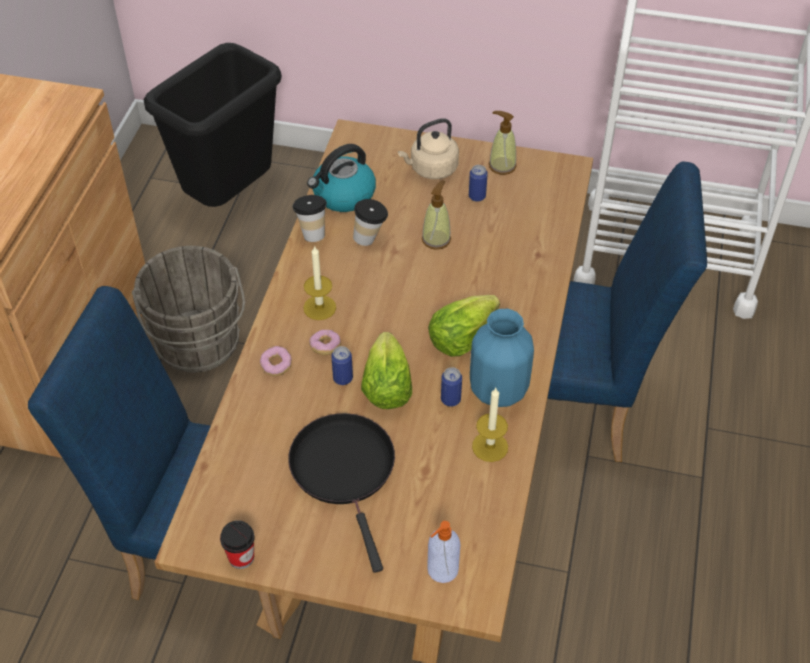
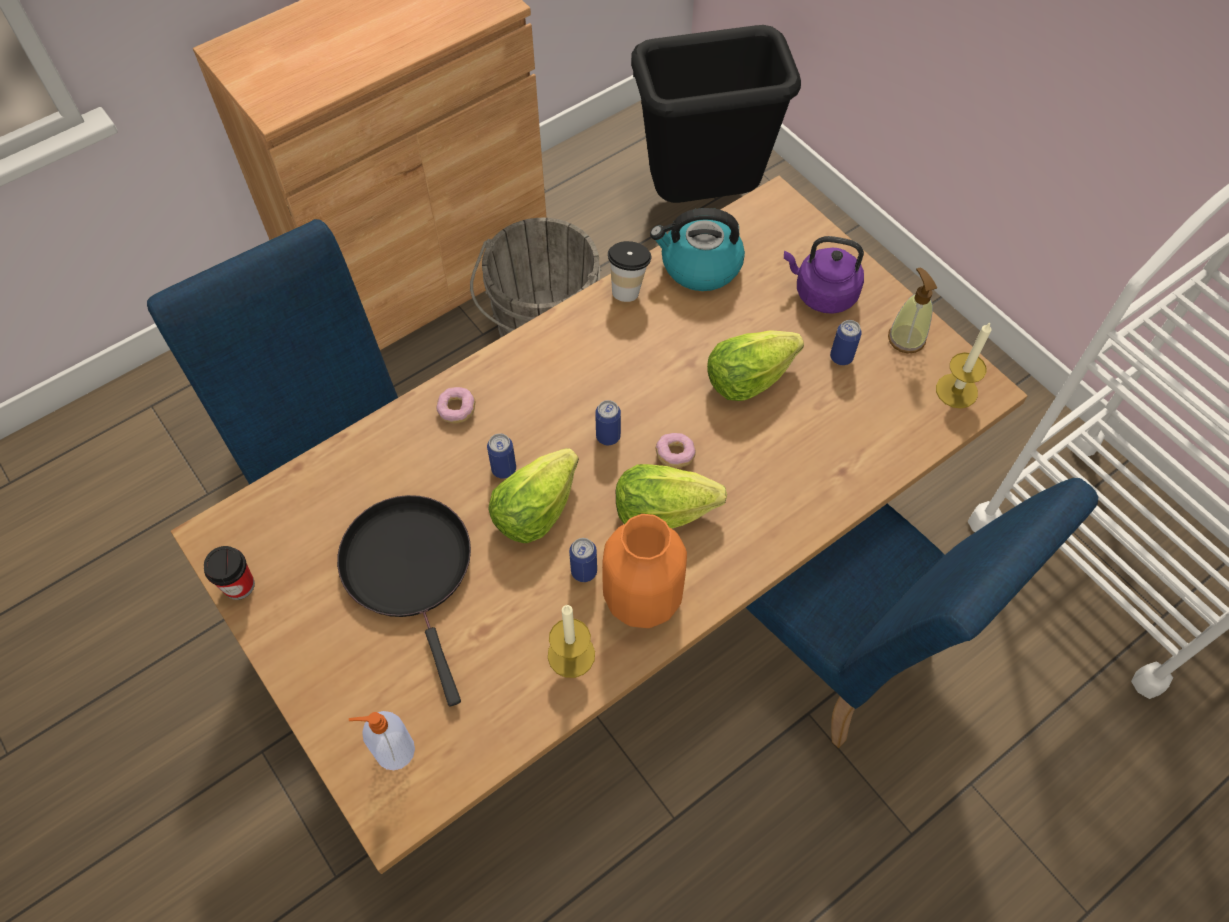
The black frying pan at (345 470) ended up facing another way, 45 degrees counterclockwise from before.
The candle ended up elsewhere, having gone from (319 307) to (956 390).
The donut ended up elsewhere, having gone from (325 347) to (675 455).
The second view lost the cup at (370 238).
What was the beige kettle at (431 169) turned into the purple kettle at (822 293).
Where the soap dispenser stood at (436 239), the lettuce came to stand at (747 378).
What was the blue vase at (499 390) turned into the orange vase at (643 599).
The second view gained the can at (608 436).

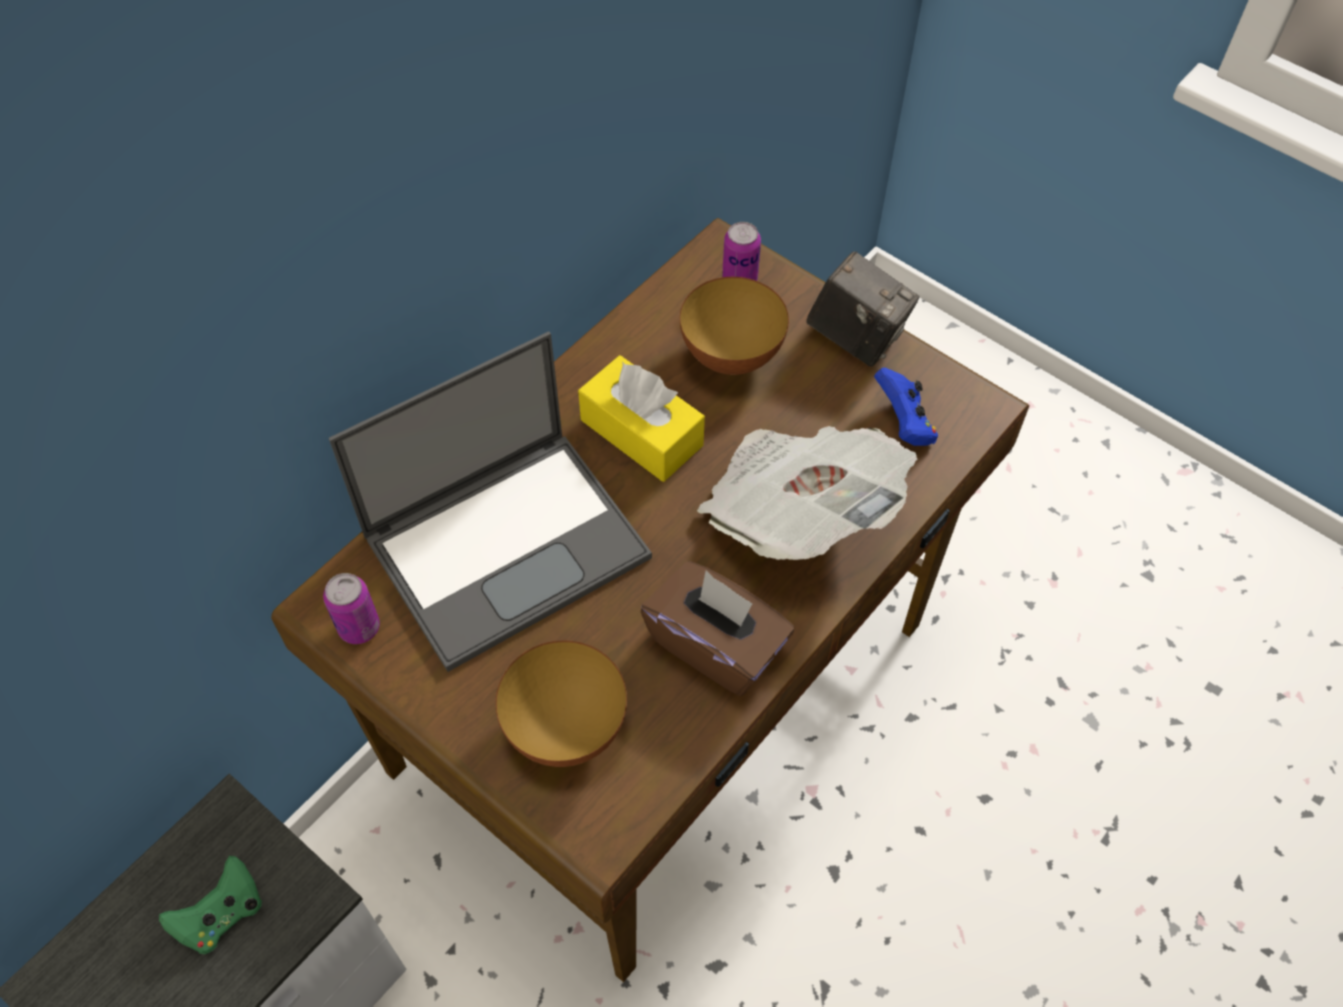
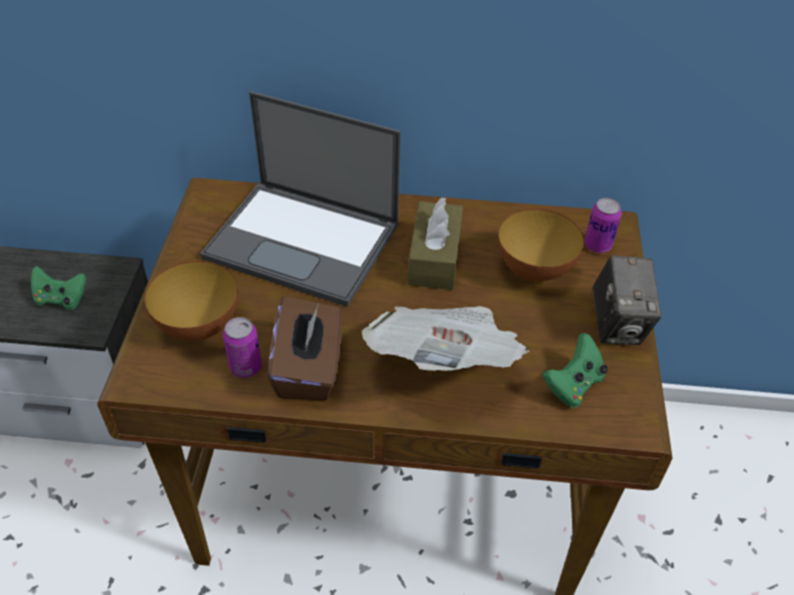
The can ended up elsewhere, having gone from (359 627) to (246 367).
What was the yellow tissue box at (641 432) turned into the brown tissue box at (434 258).
What was the blue game controller at (904 424) turned into the green game controller at (573 385).

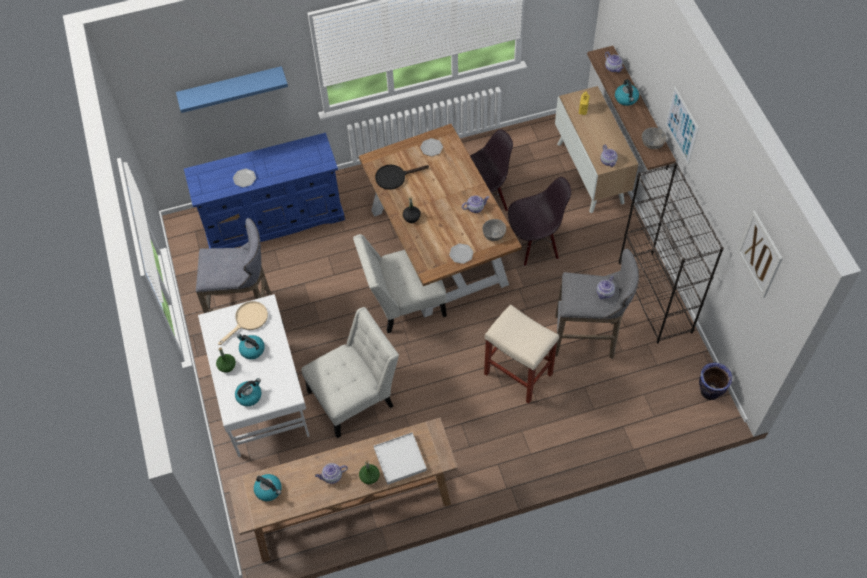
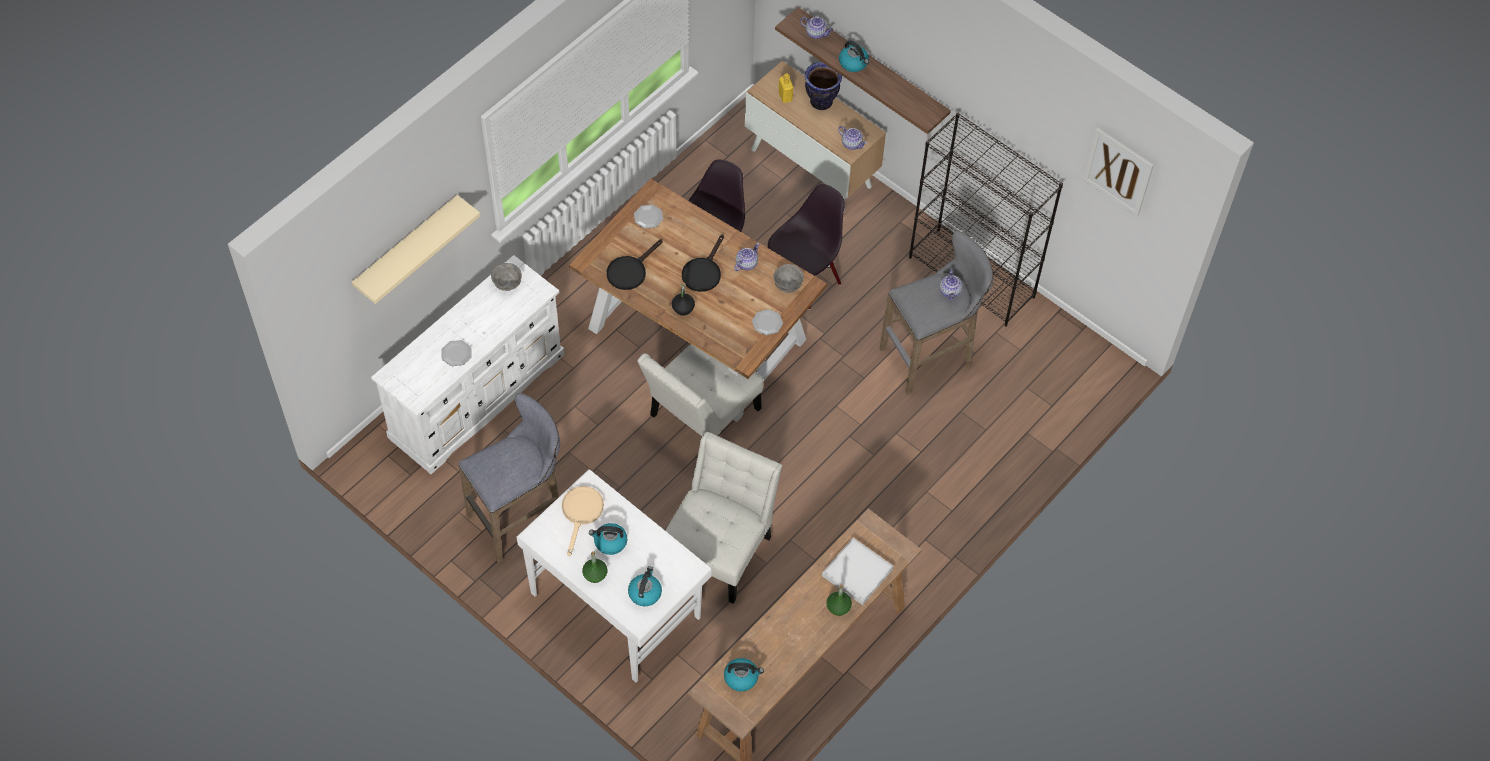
What was the blue shelf at (231 88) turned into the beige shelf at (407 248).
What was the blue dresser at (274 219) turned into the white dresser at (477 395).
The second view lost the teapot at (332 476).
The second view lost the beige stool at (517 373).
The grey bowl ended up elsewhere, having gone from (652 143) to (507 283).
The second view lost the picture at (681 125).
The vase ended up elsewhere, having gone from (709 391) to (820 102).
The second view gained the black frying pan at (703 271).

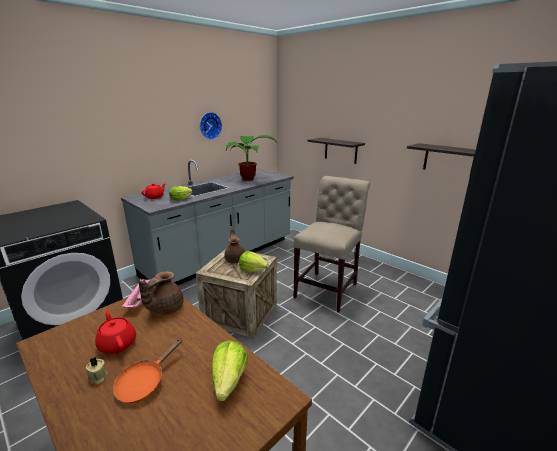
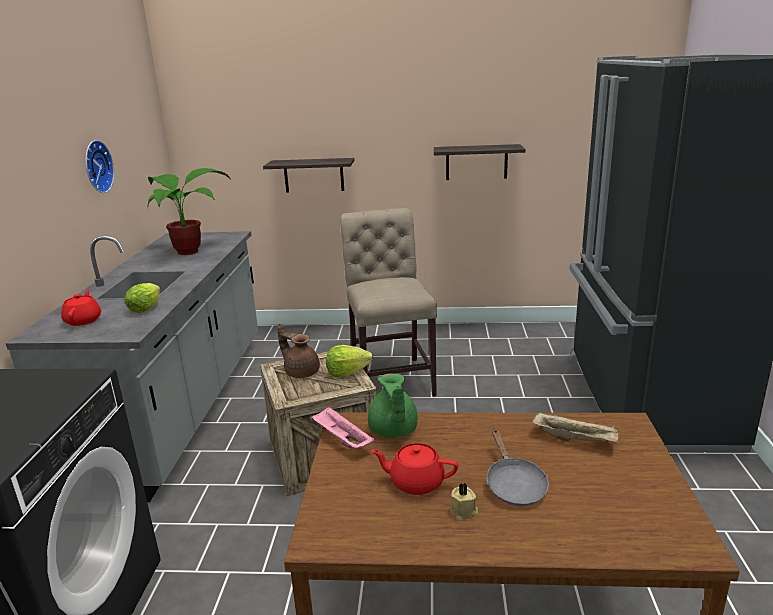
What was the orange frying pan at (144 382) turned into the grey frying pan at (513 485).
What was the brown teapot at (165 309) turned into the green teapot at (393 431).
Where the lettuce stood at (229 381), the beige tray came to stand at (575 439).

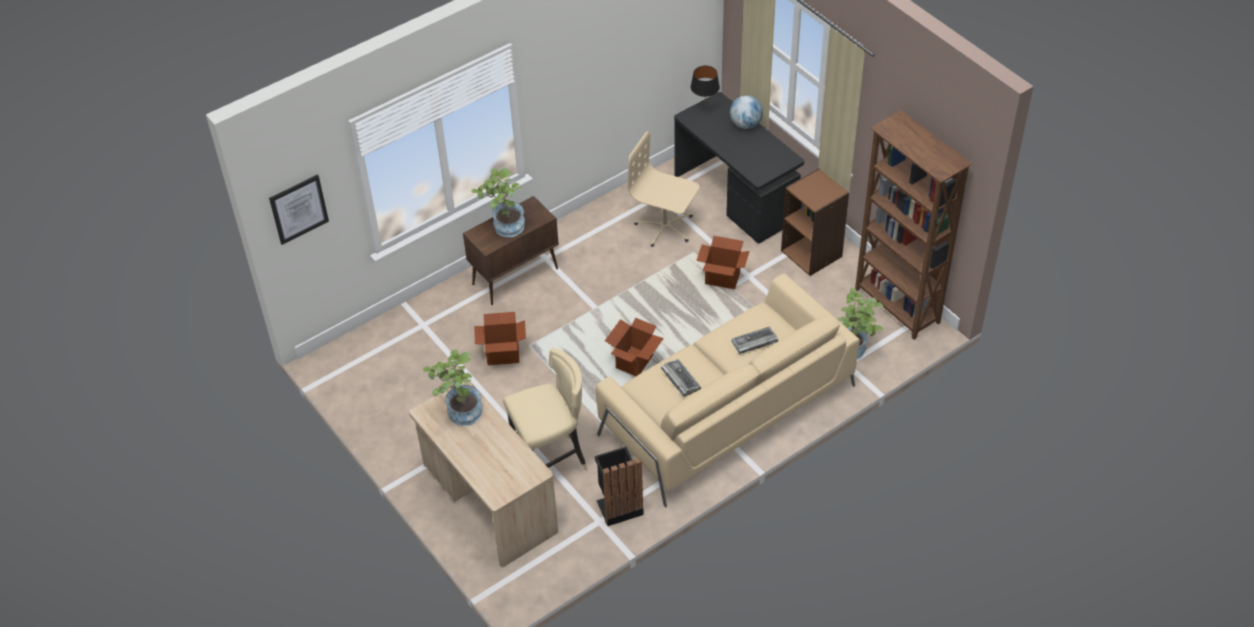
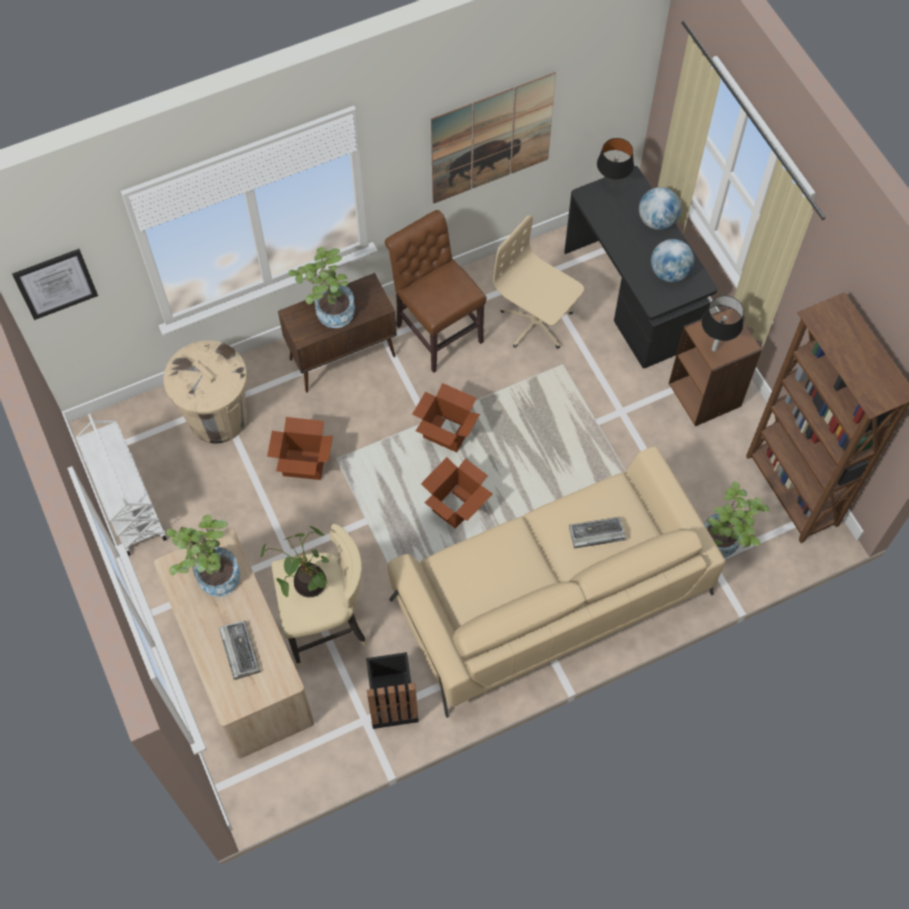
The keyboard ended up elsewhere, having gone from (680 379) to (239 650).
The cardboard box ended up elsewhere, having gone from (722 278) to (446 433).
The second view gained the white cart at (129 505).
The second view gained the beige trash can at (217 418).
The second view gained the potted plant at (307 583).
The second view gained the brown chair at (436 330).
The second view gained the picture at (491 138).
The second view gained the globe at (669 272).
The second view gained the black table lamp at (714 349).

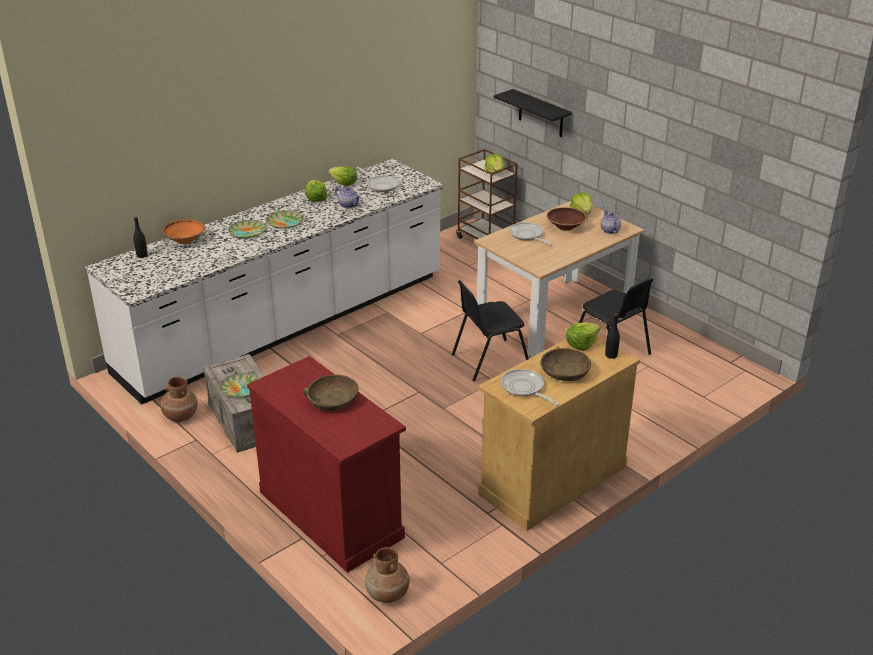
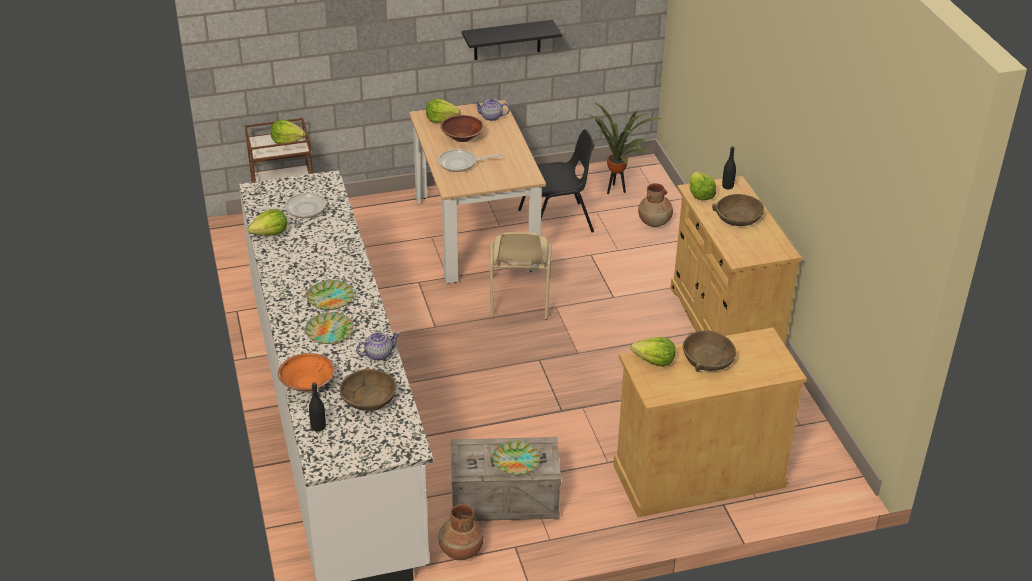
What was the red cabinet at (331 514) turned into the beige cabinet at (698 475).
The lettuce ended up elsewhere, having gone from (316 198) to (654 361).
The teapot ended up elsewhere, having gone from (348 205) to (379 354).
The brown vase ended up elsewhere, having gone from (387 594) to (655 222).
What was the black chair at (489 360) turned into the beige chair at (519 298).
The black shelf ended up elsewhere, having gone from (541 114) to (507 40).
The second view lost the frying pan at (524 389).
The second view gained the brown bowl at (368 397).
The second view gained the potted plant at (616 191).

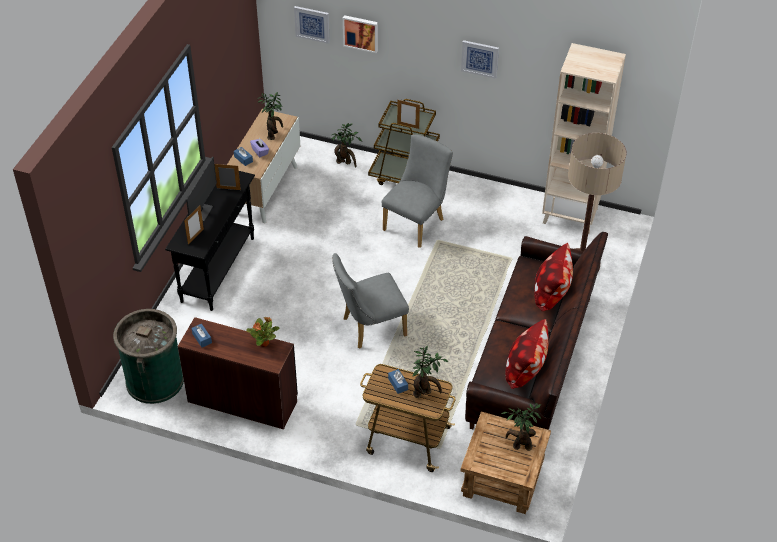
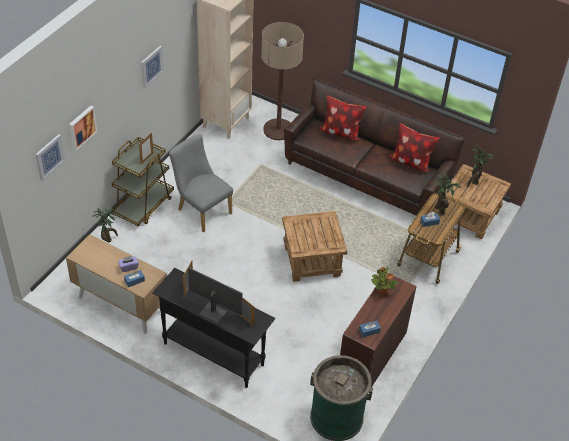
The second view lost the potted plant at (274 134).
Where the grey chair stood at (369 328), the brown side table came to stand at (311 261).

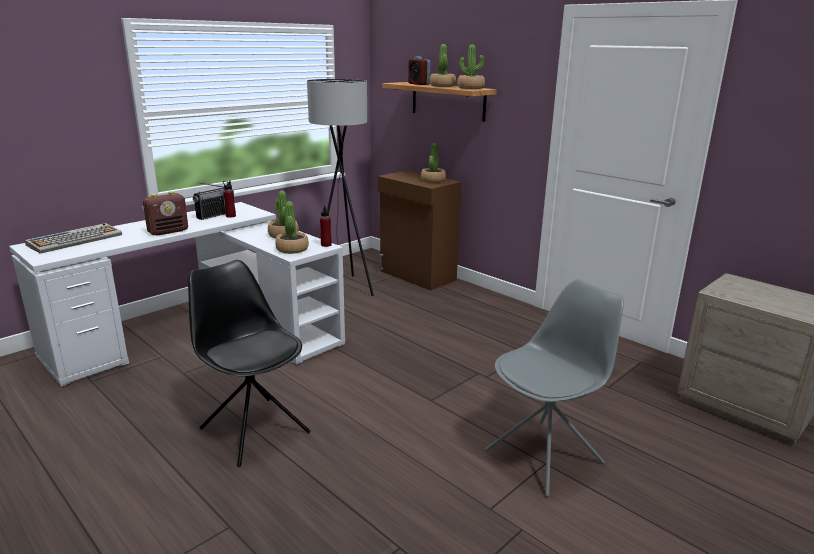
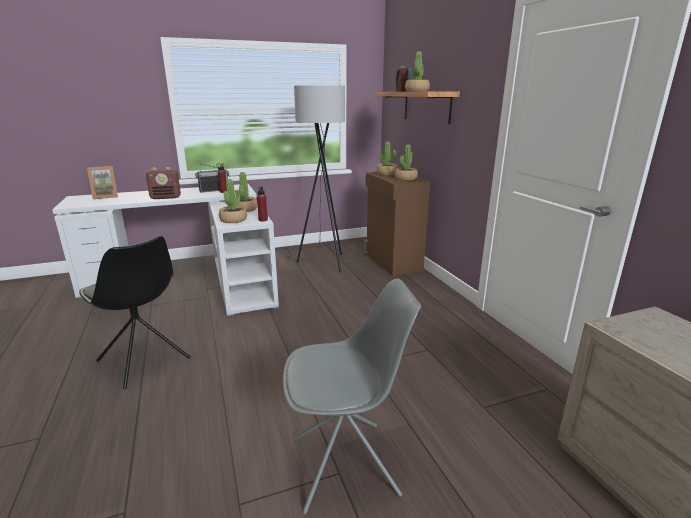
Where the keyboard stood at (76 239), the picture frame came to stand at (105 196).
The black chair at (254 429) ended up facing another way, 150 degrees clockwise from before.
The potted plant ended up elsewhere, having gone from (470 88) to (387 174).

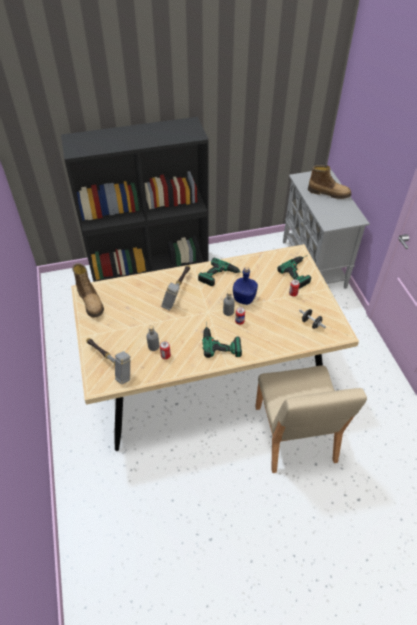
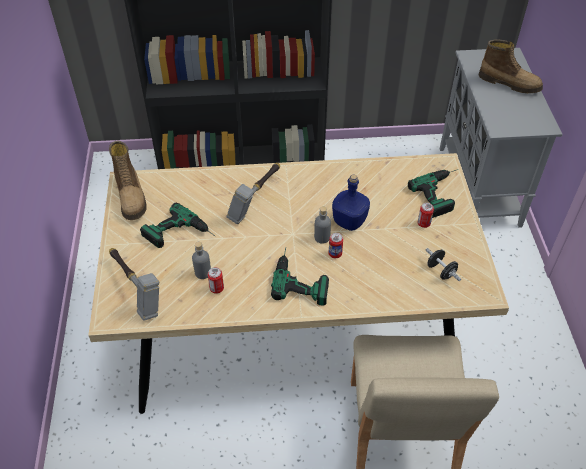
The power drill ended up elsewhere, having gone from (222 277) to (180 235).

